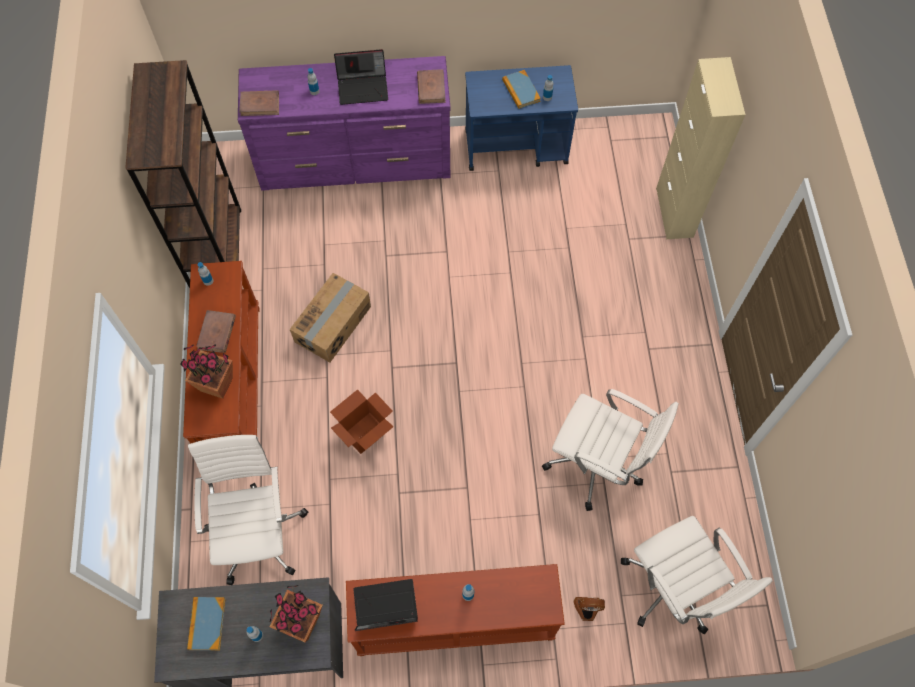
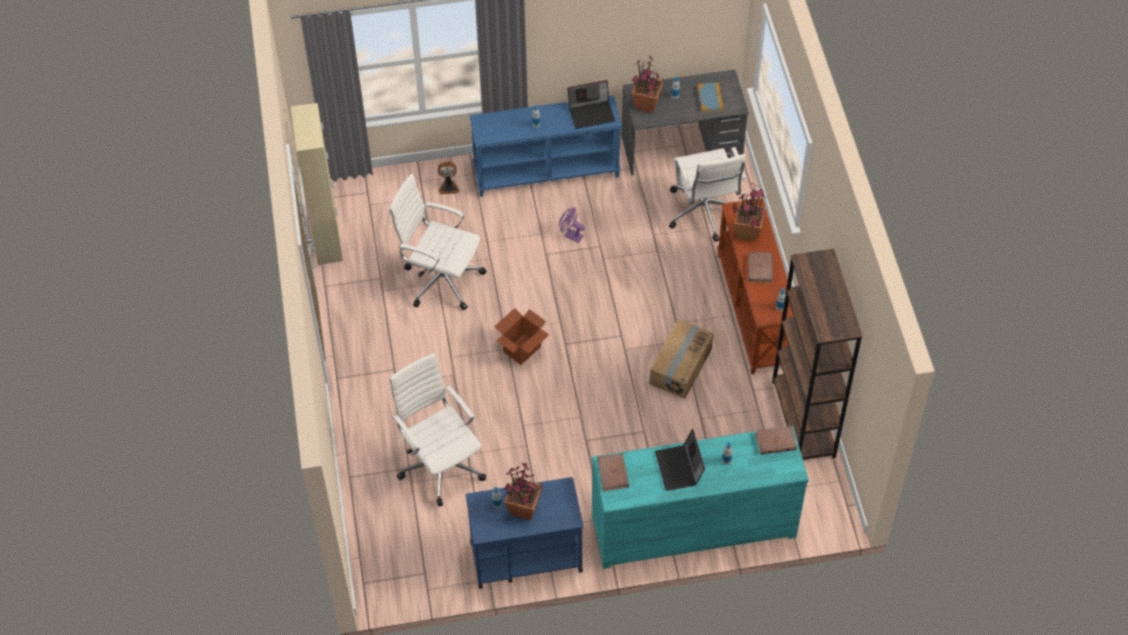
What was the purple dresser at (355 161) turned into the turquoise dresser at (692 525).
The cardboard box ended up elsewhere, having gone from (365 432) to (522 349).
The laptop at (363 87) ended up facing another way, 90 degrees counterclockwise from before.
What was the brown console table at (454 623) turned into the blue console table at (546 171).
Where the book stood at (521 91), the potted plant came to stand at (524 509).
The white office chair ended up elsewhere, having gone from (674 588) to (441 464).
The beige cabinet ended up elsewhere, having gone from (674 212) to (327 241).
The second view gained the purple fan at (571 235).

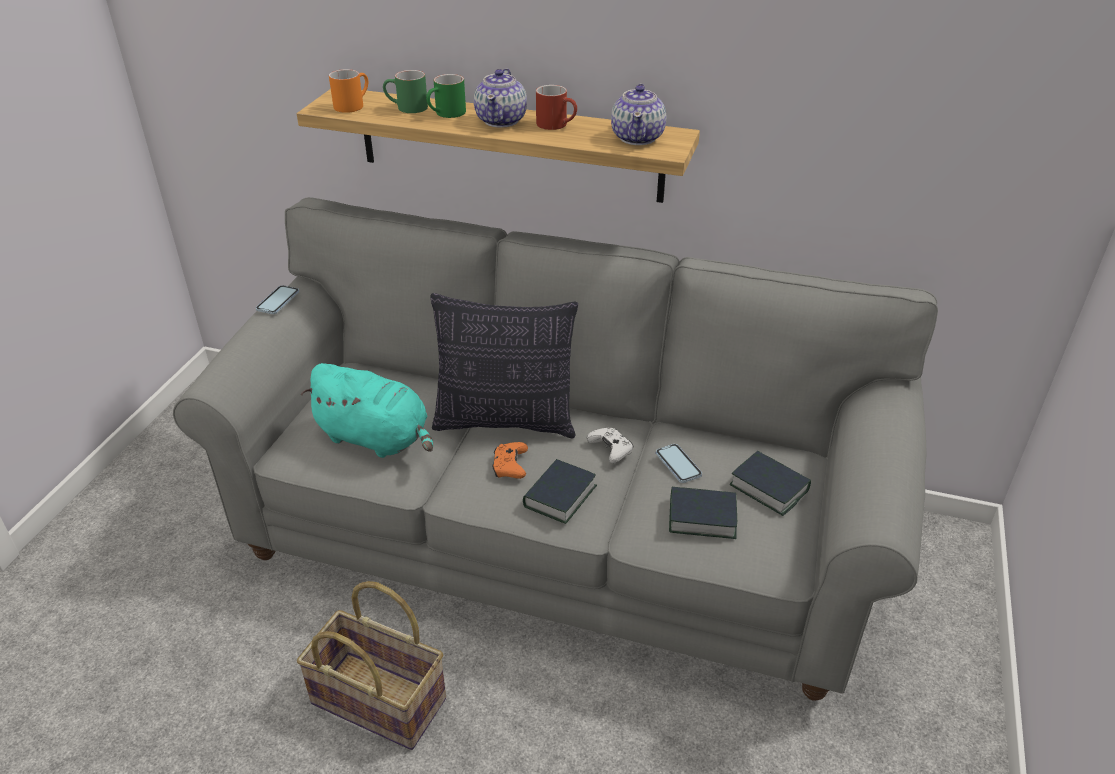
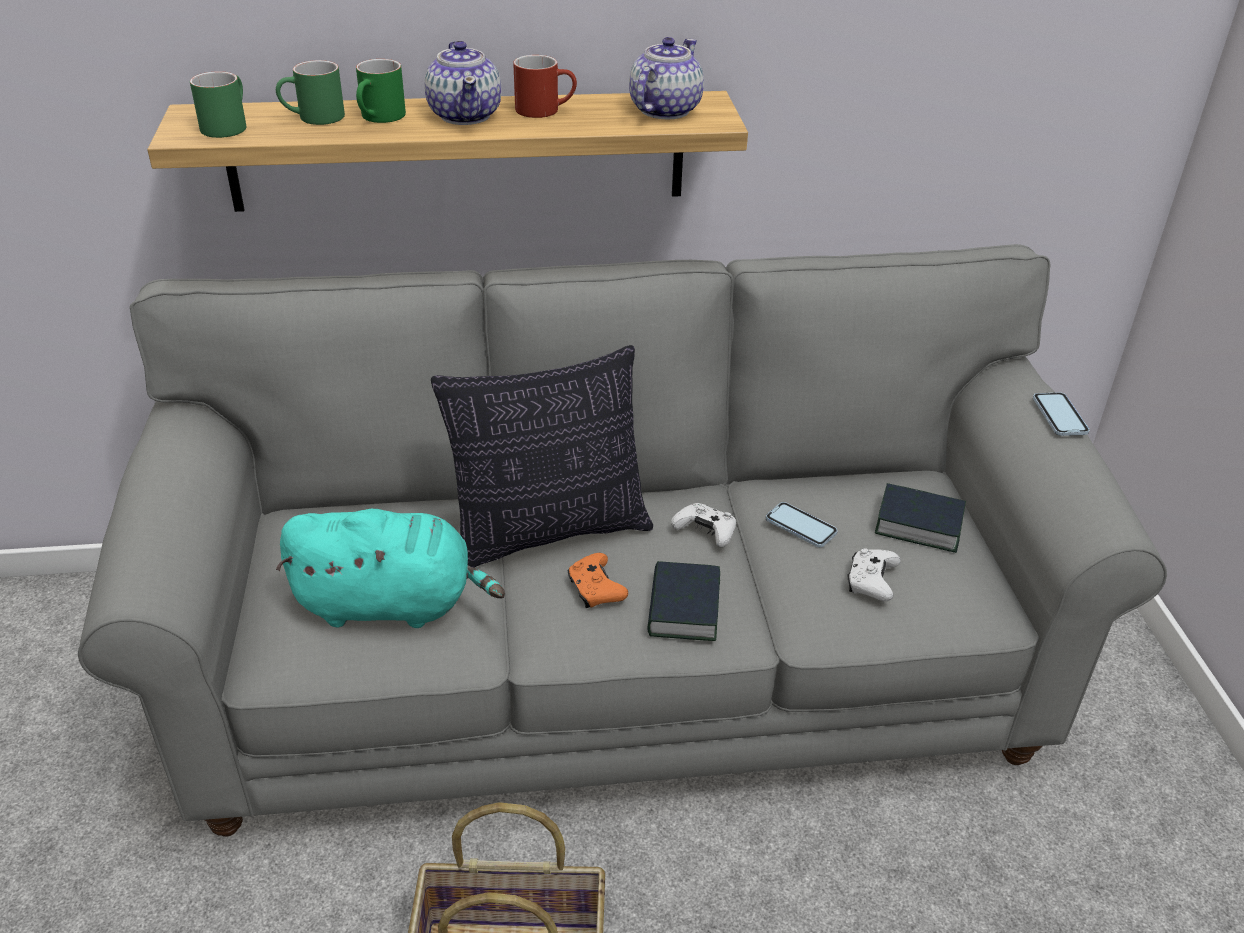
The phone ended up elsewhere, having gone from (278 301) to (1059 416).
What was the orange mug at (352 105) turned into the green mug at (227 125).
The teapot at (638 137) ended up facing another way, 135 degrees counterclockwise from before.
Where the book stood at (702 517), the white game controller came to stand at (871 582).

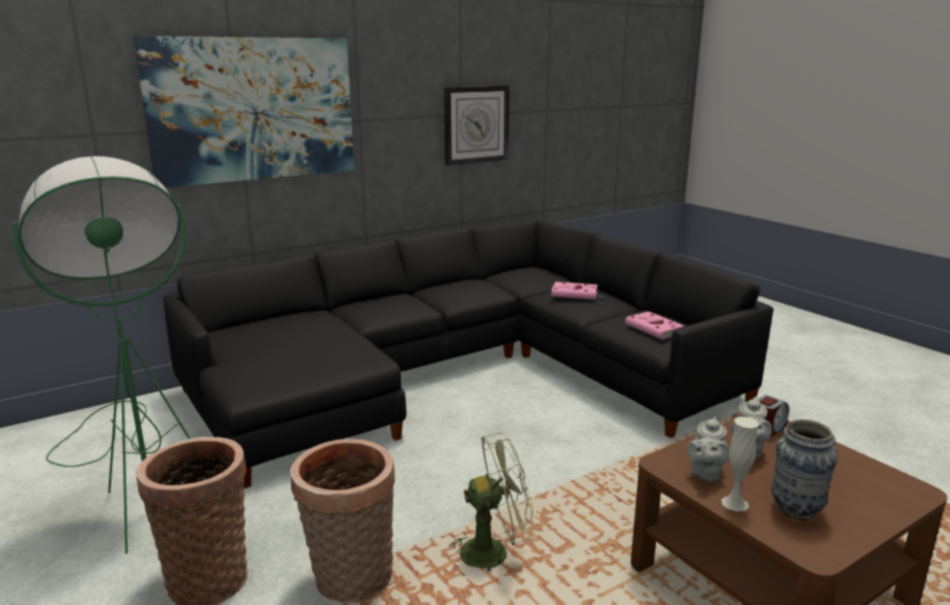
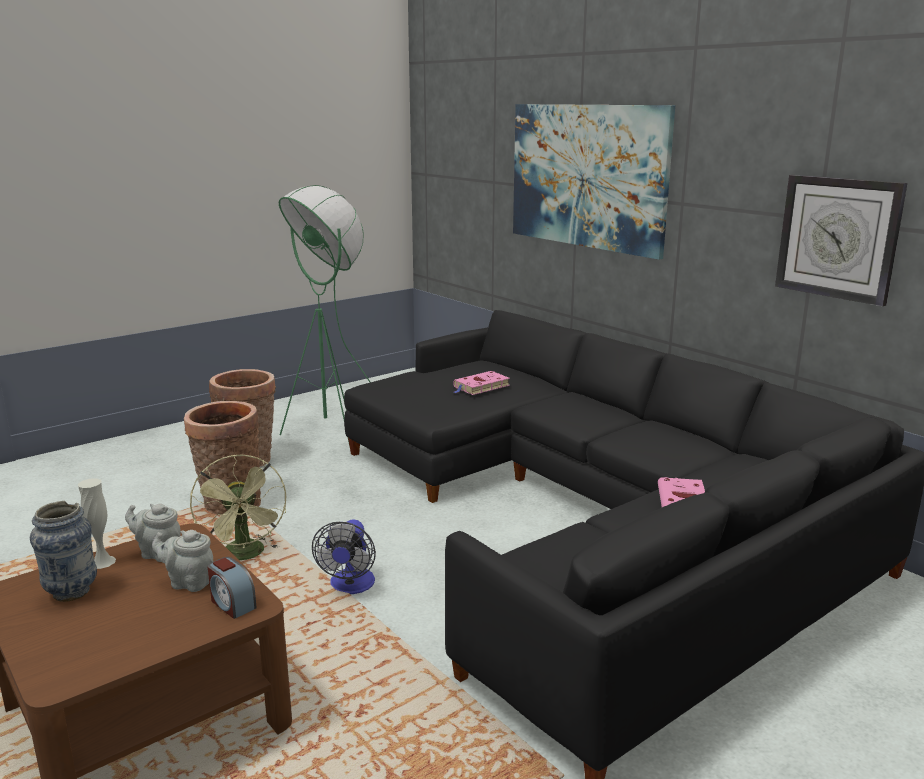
The pink book ended up elsewhere, having gone from (655 329) to (480 387).
The second view gained the fan at (350 586).

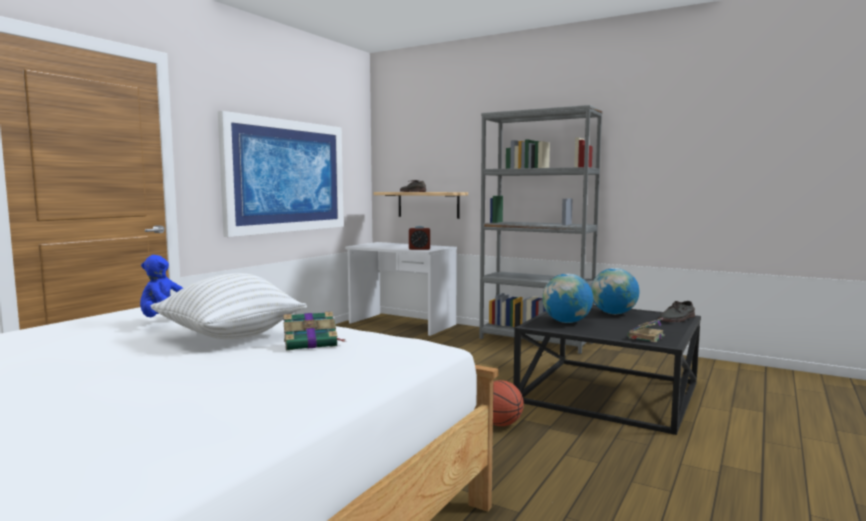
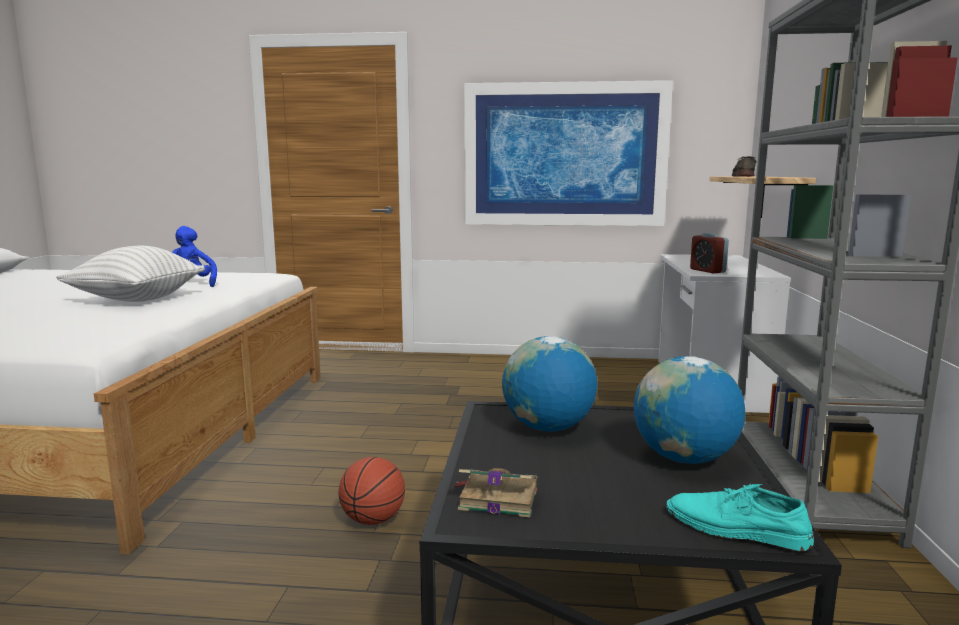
The second view lost the book at (312 343).
What was the grey shoe at (677 319) turned into the turquoise shoe at (735 529).

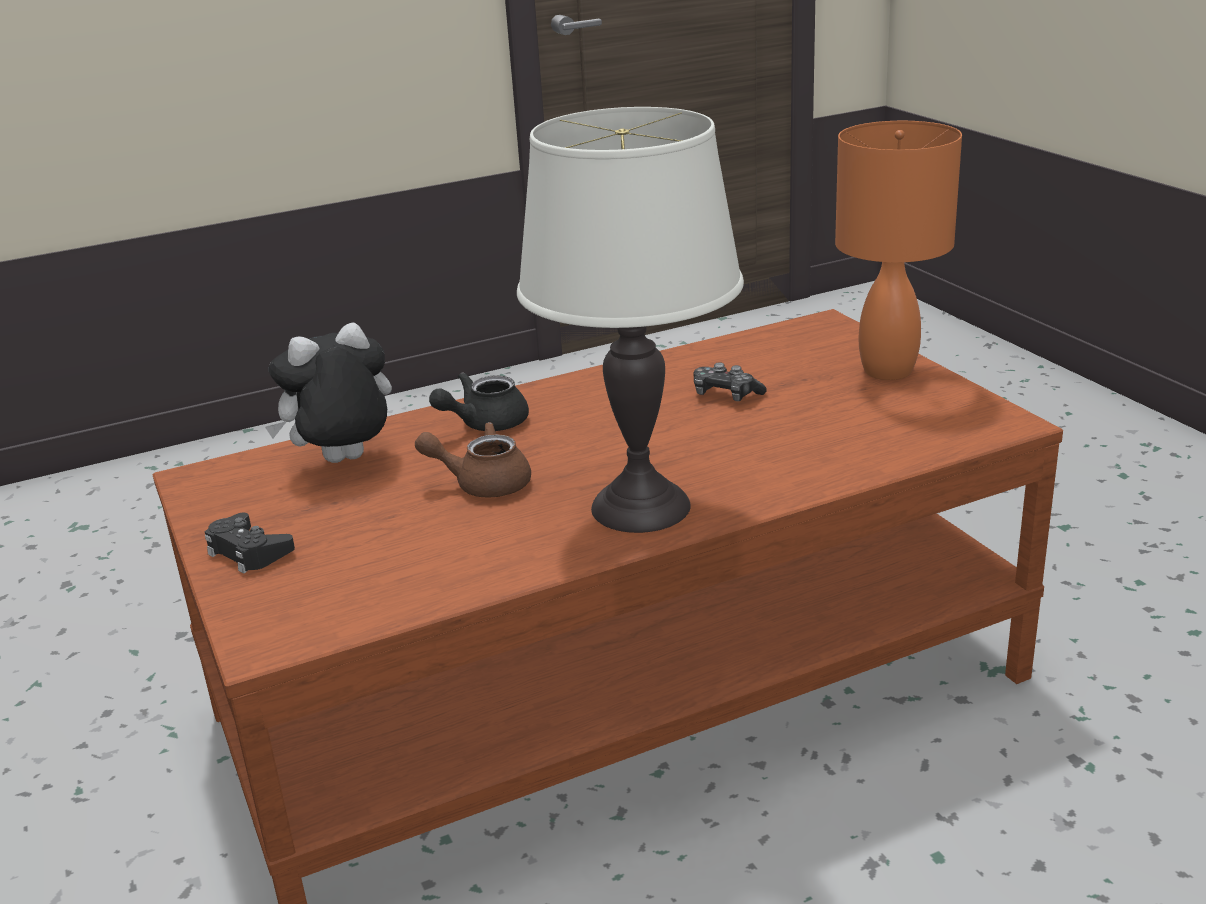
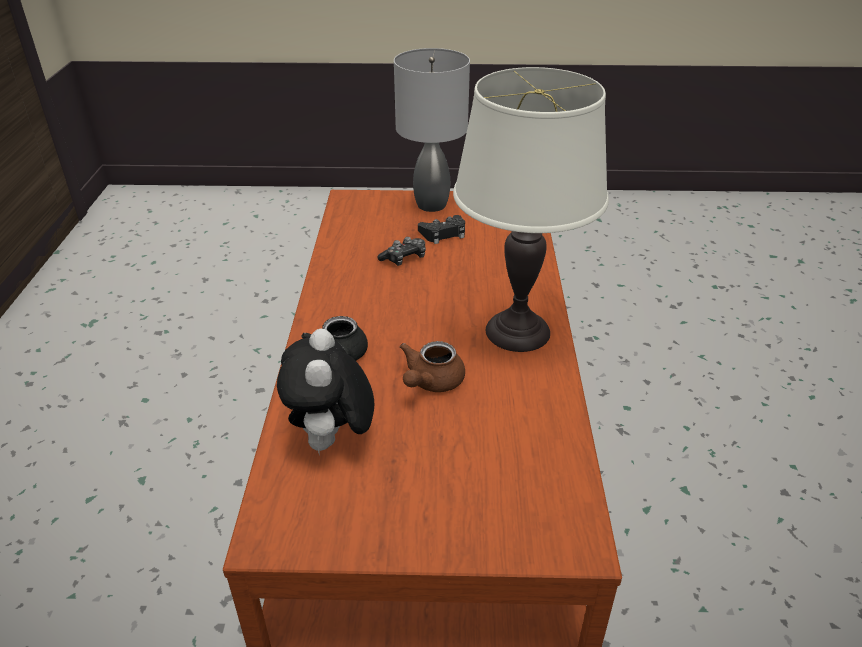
The black game controller ended up elsewhere, having gone from (248 551) to (443 234).
What was the orange table lamp at (887 371) turned into the grey table lamp at (432 205).

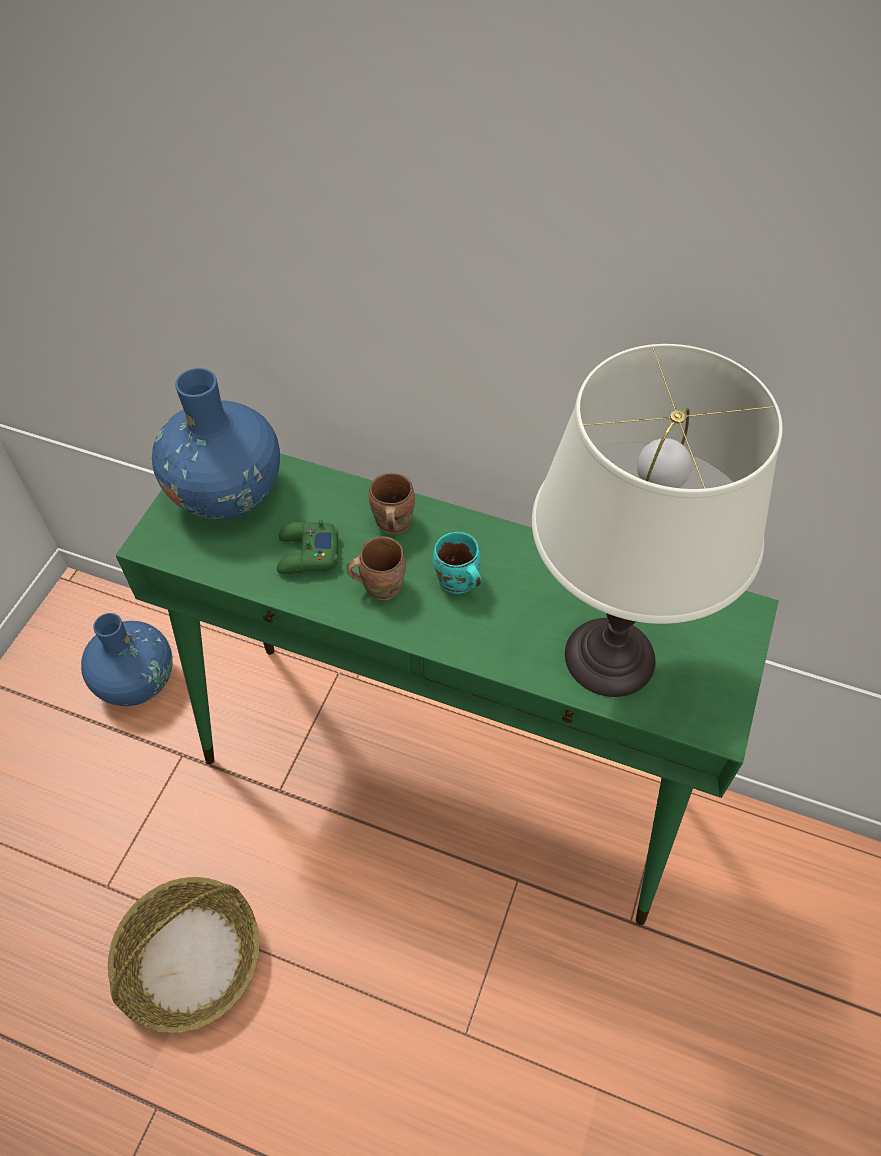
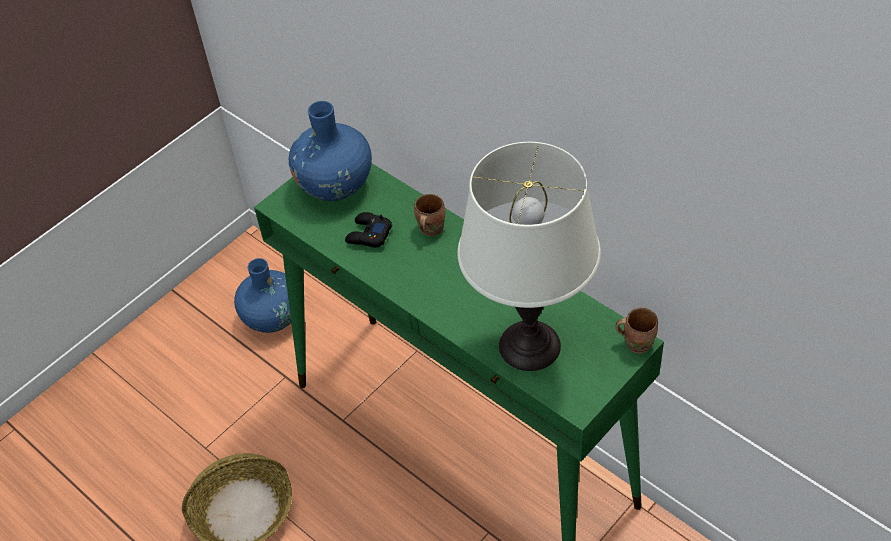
What was the green game controller at (307 554) turned into the black game controller at (368 235).
The brown mug ended up elsewhere, having gone from (380 584) to (637 341).
The second view lost the turquoise mug at (457 583).

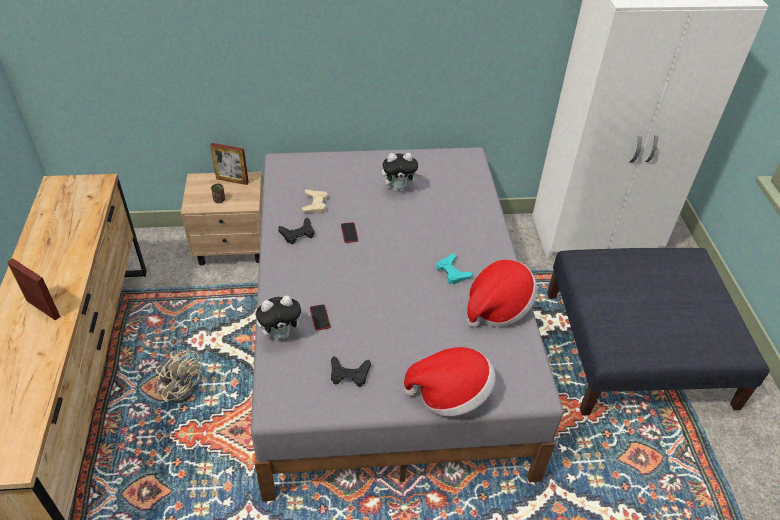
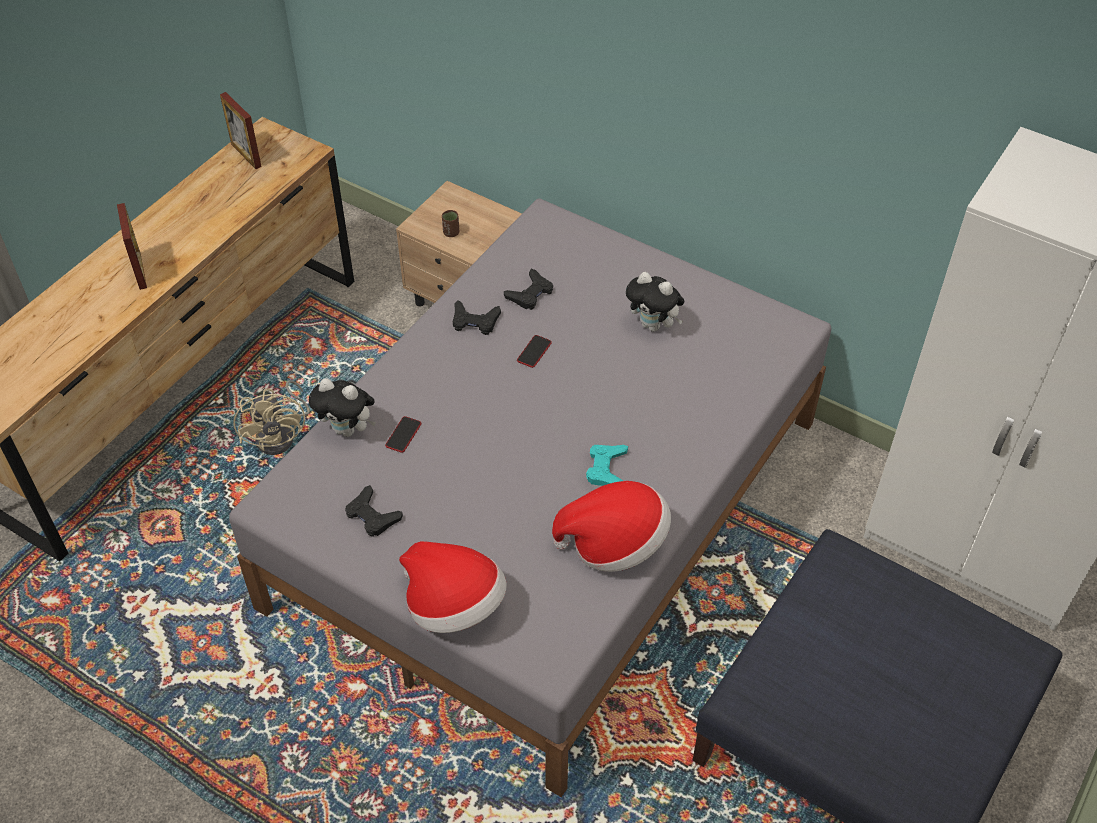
The picture frame ended up elsewhere, having gone from (232 180) to (246 155).
What was the beige game controller at (315 204) turned into the black game controller at (530 294).

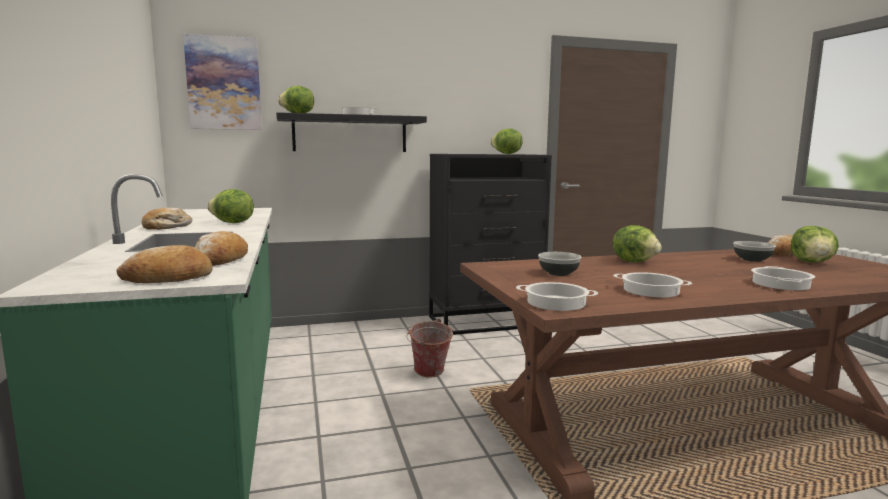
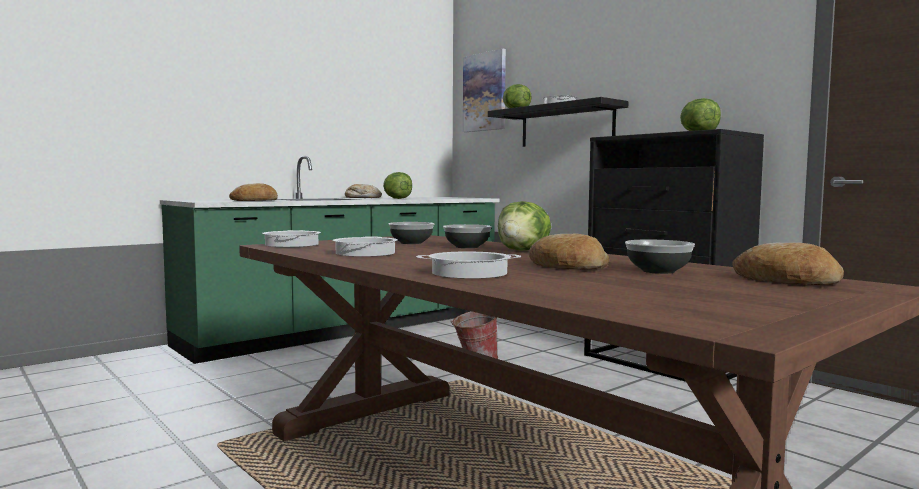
The bread ended up elsewhere, having gone from (169 278) to (566 267).
The second view lost the lettuce at (812 262).
The second view gained the bowl at (466 247).

